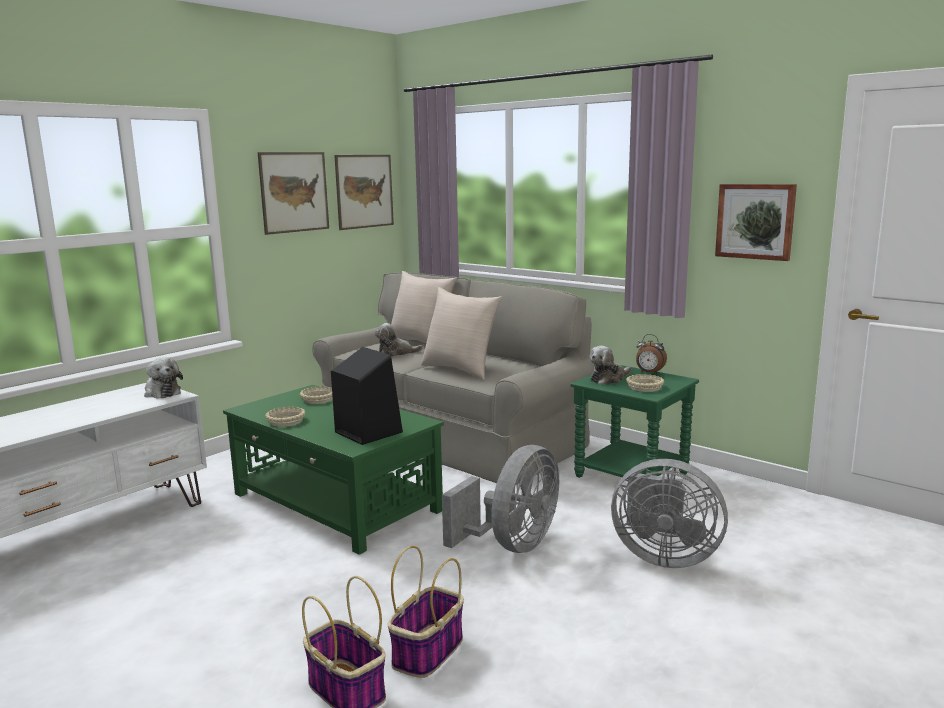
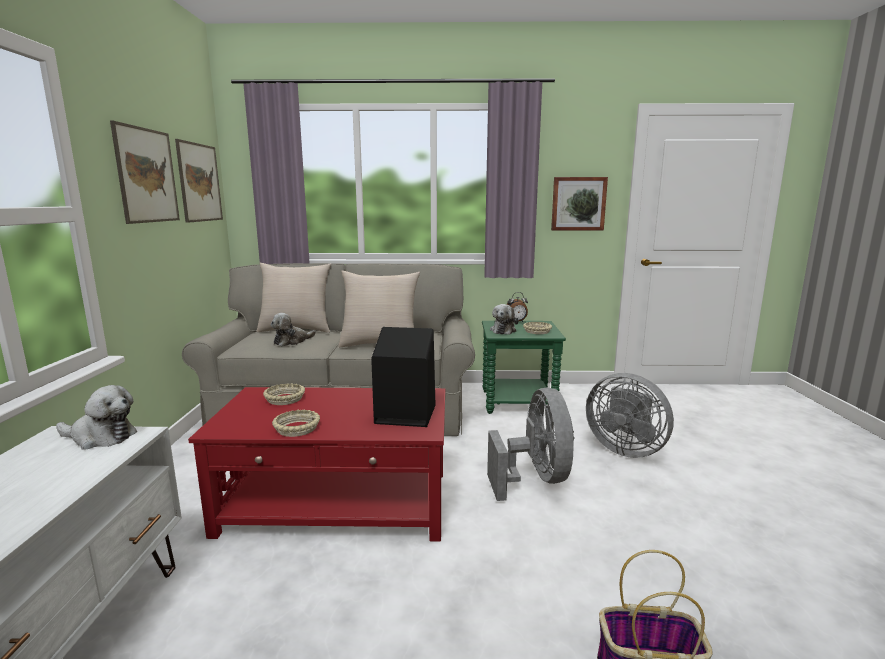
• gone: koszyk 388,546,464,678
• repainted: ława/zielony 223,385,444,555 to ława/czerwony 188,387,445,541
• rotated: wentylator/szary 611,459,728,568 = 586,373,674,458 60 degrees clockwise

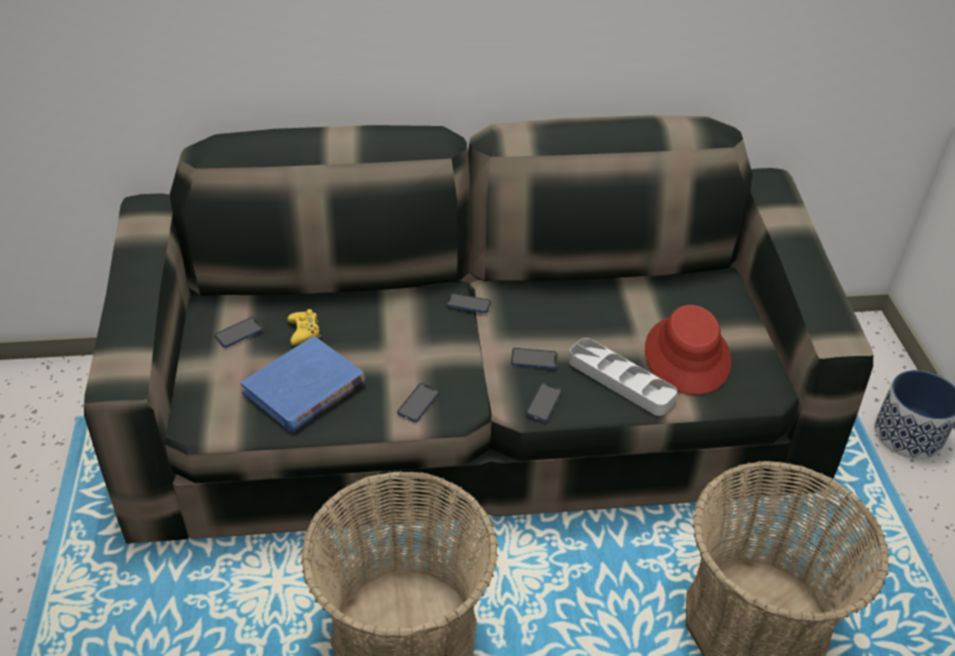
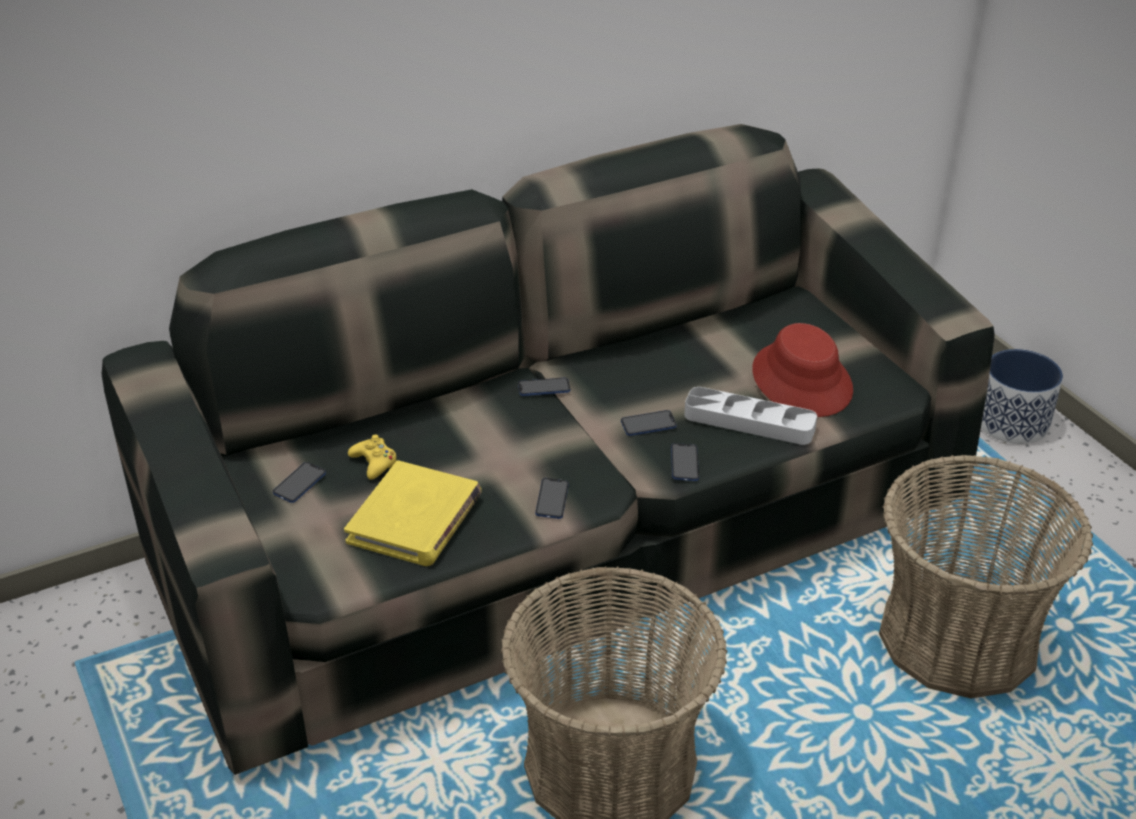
• repainted: książka/niebieski 241,336,366,432 to książka/żółty 344,460,482,566

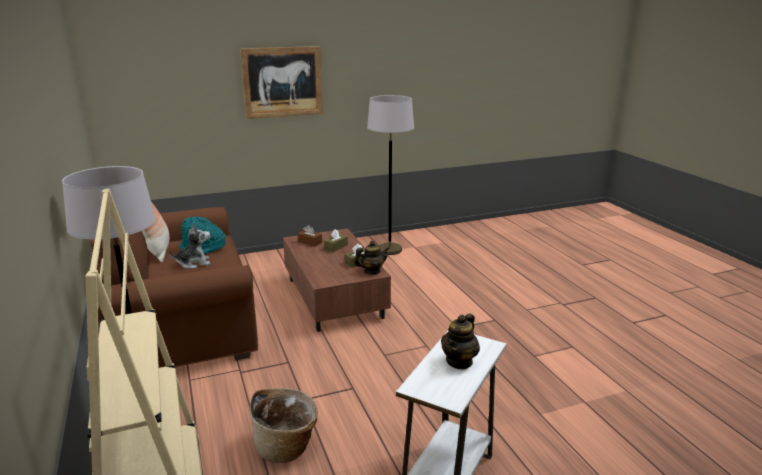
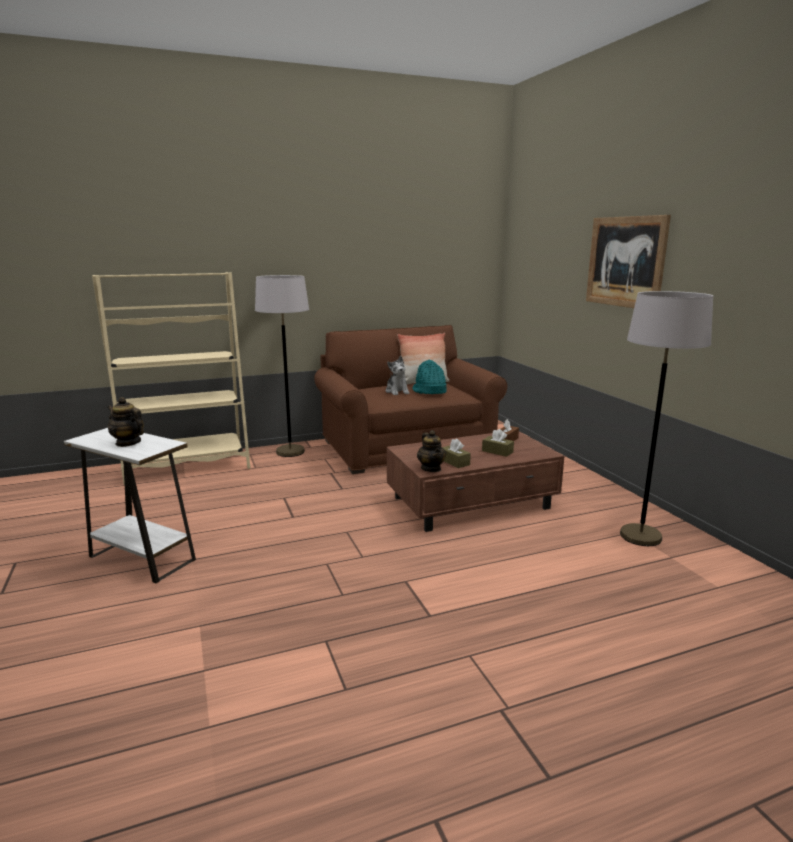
• gone: koszyk 249,388,318,463

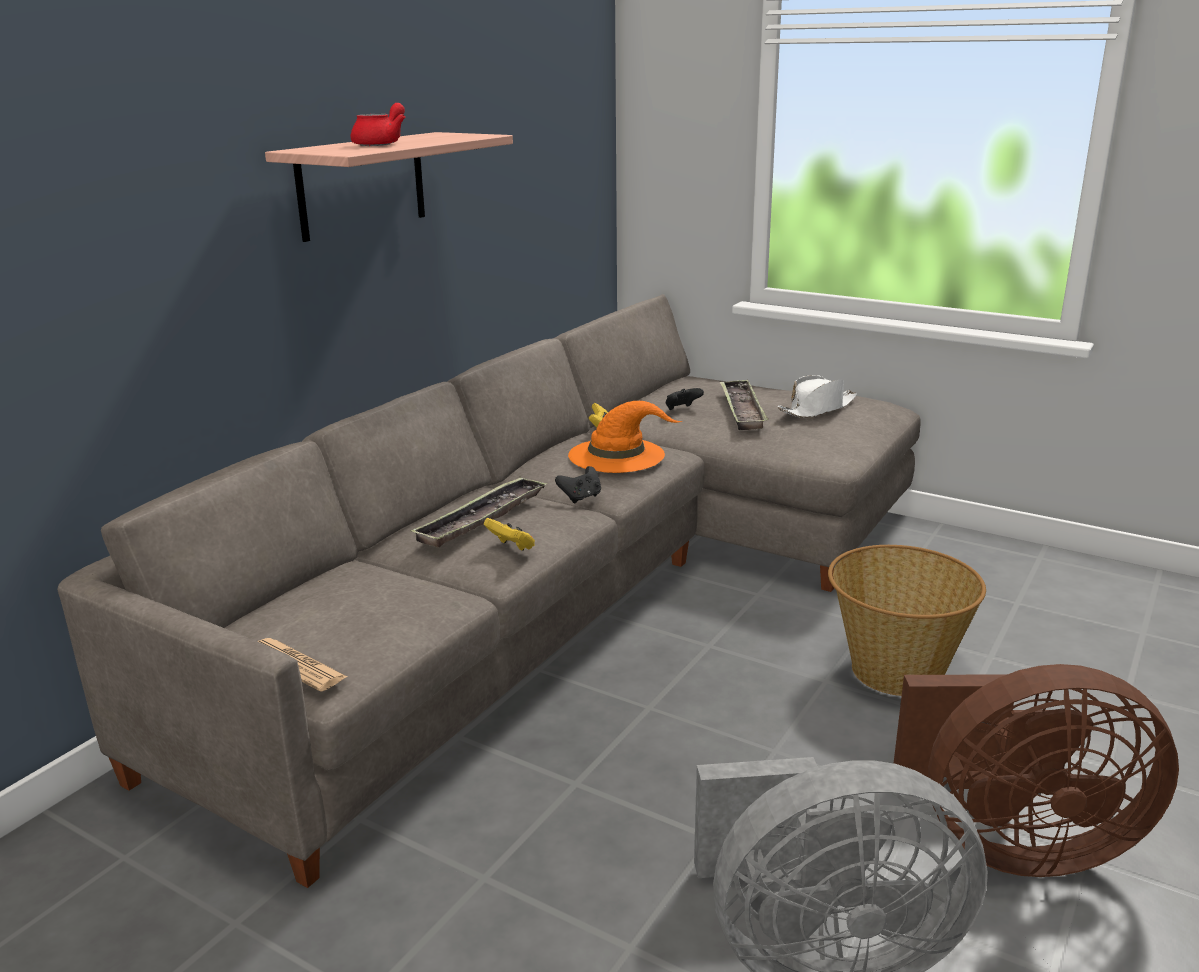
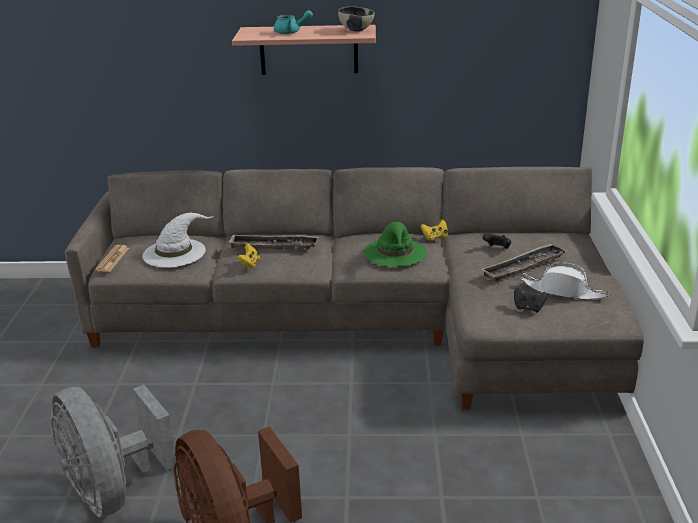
• gone: koszyk 828,545,986,696
• new: kapelusz/biały 142,213,213,267
• new: miska 338,6,375,32
• shifted: pad do gier/czarny 555,466,601,503 to 514,288,547,313
• repainted: imbryk/czerwony 351,103,405,146 to imbryk/turkusowy 274,10,313,34
• repainted: kapelusz/pomarańczowy 568,401,682,473 to kapelusz/zielony 364,222,427,267

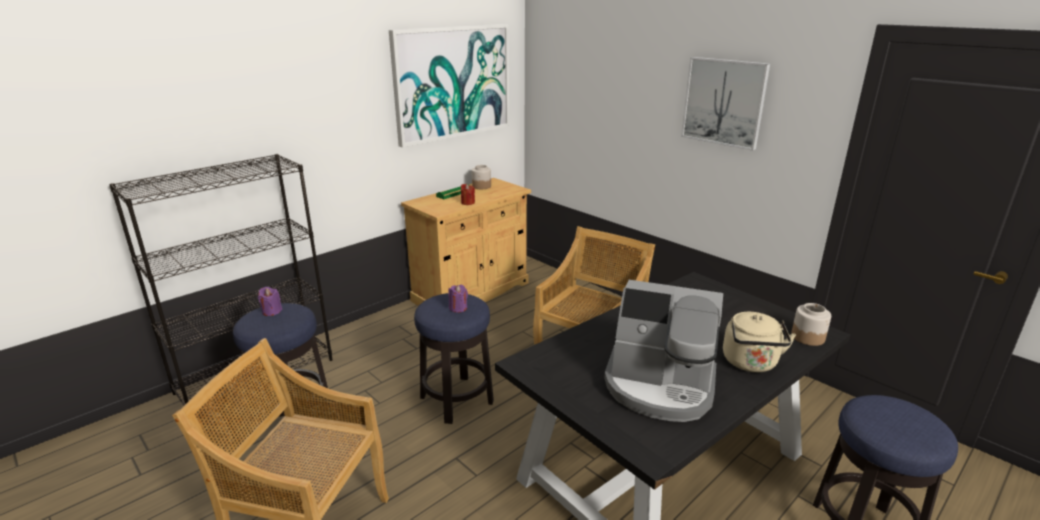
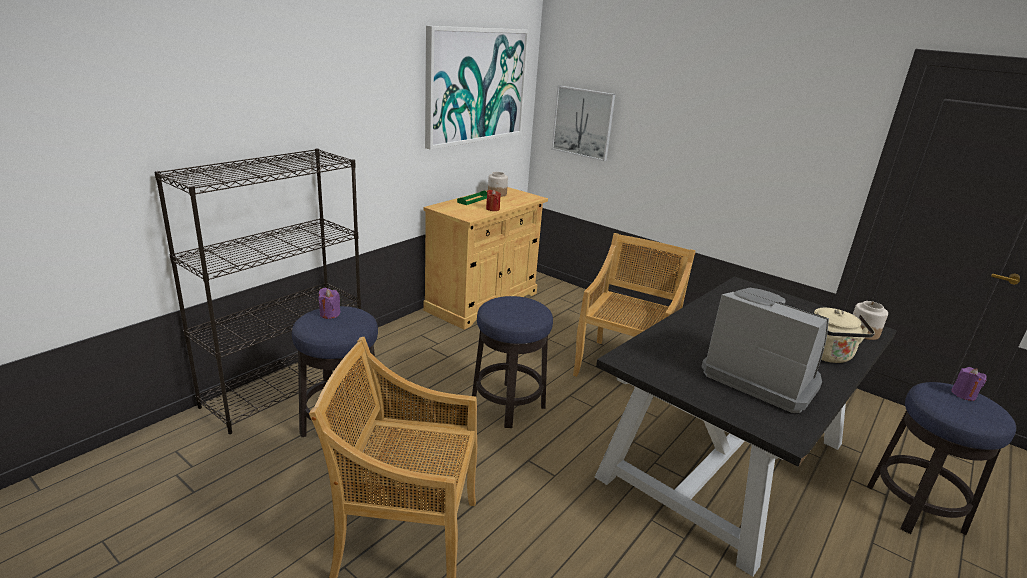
• shifted: świeca/fioletowy 448,285,468,313 to 951,367,987,401
• shifted: obraz 681,57,770,151 to 552,86,615,161
• rotated: ekspres do kawy 604,280,723,422 = 701,288,829,413 150 degrees counterclockwise

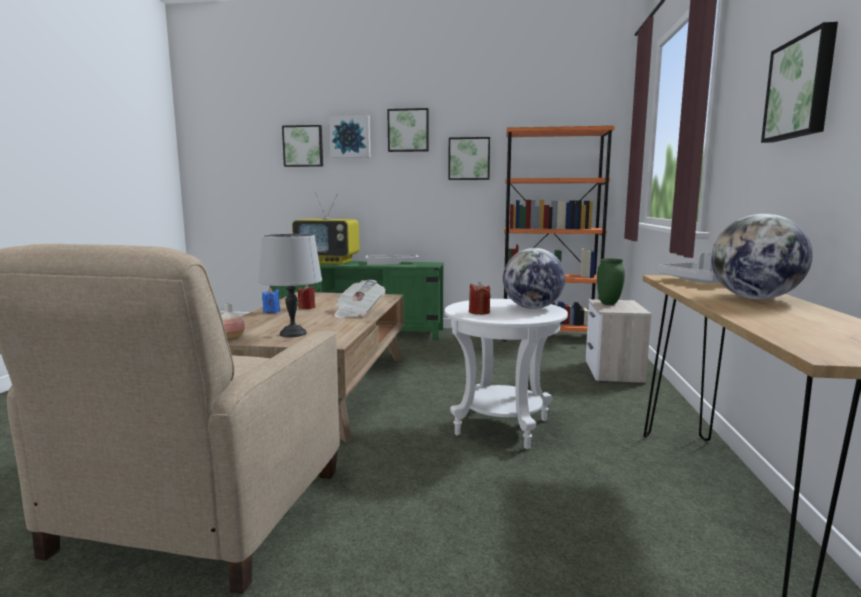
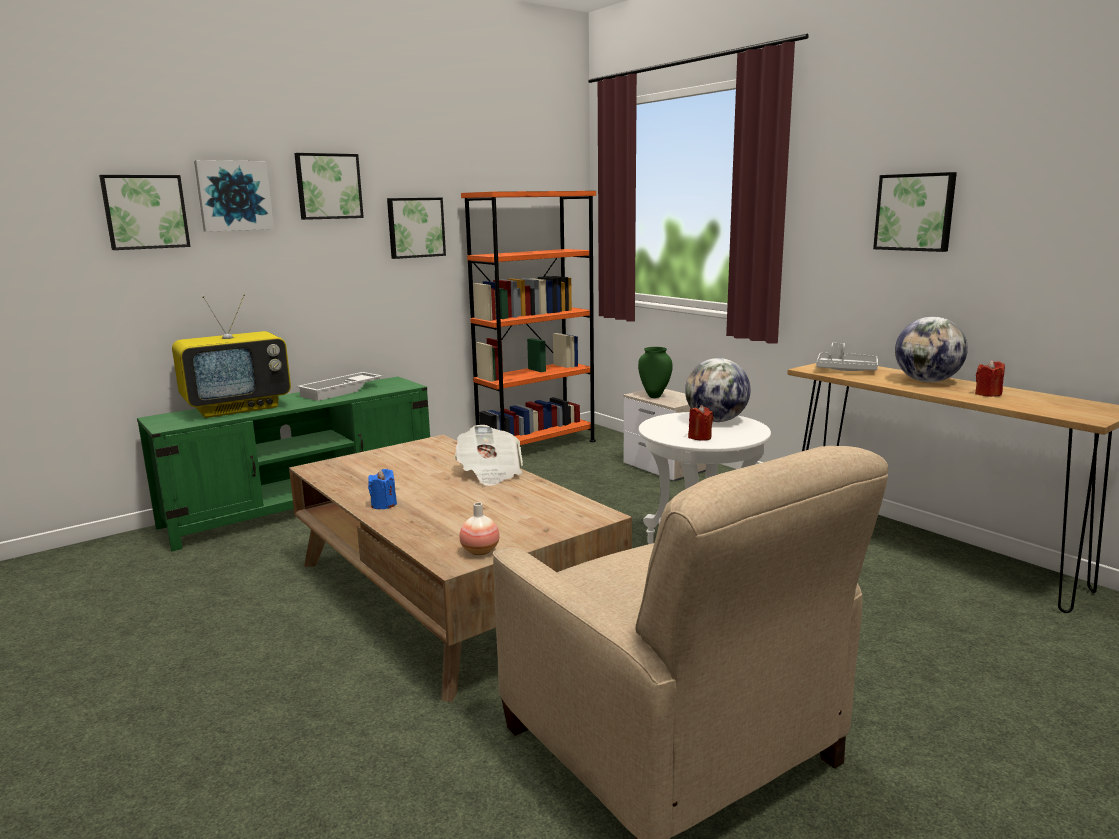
• gone: lampa stołowa/szary 258,234,322,337
• shifted: świeca/czerwony 298,285,315,309 to 975,360,1005,397

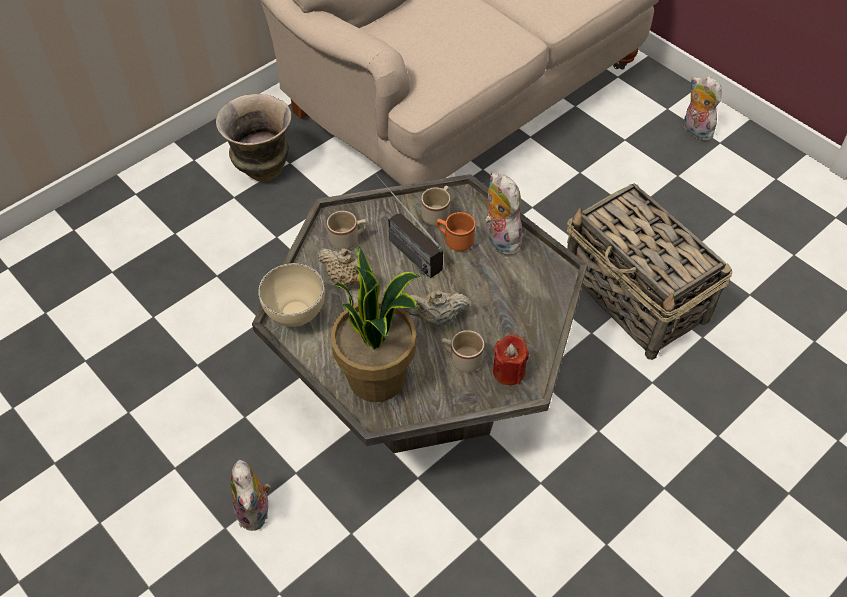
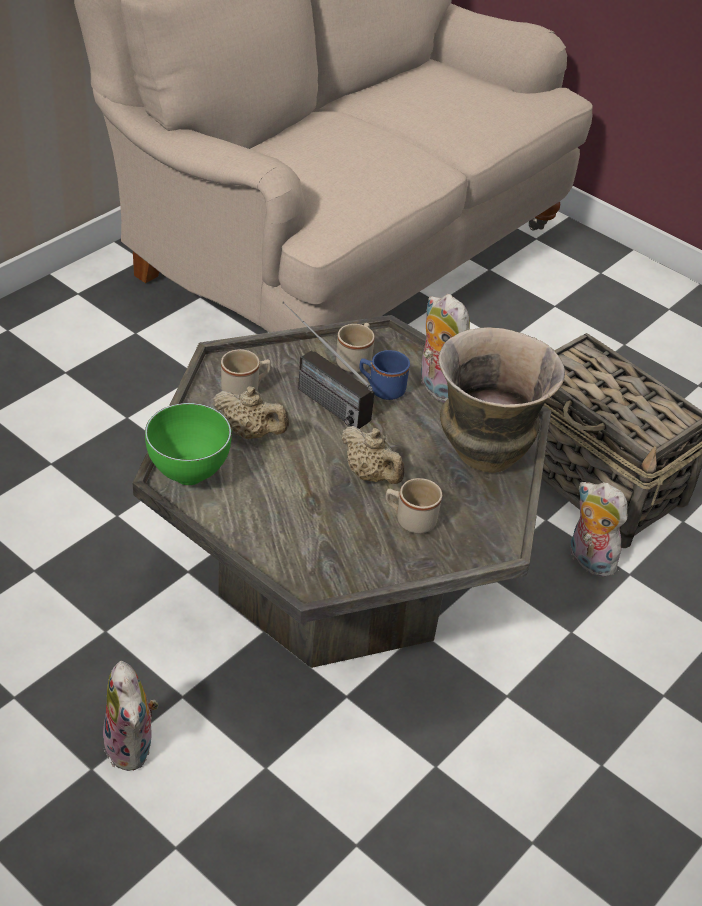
• gone: roślina doniczkowa 331,246,420,402
• gone: świeca/czerwony 493,334,529,385
• shifted: wazon 216,94,292,182 to 438,327,565,473
• shifted: pluszak 684,76,722,141 to 570,482,628,577
• repainted: miska/beżowy 258,263,325,327 to miska/zielony 145,403,232,485
• repainted: kubek/pomarańczowy 437,212,475,251 to kubek/niebieski 359,350,410,400
• rotated: imbryk/beżowy 403,290,470,327 = 341,426,404,484 120 degrees counterclockwise

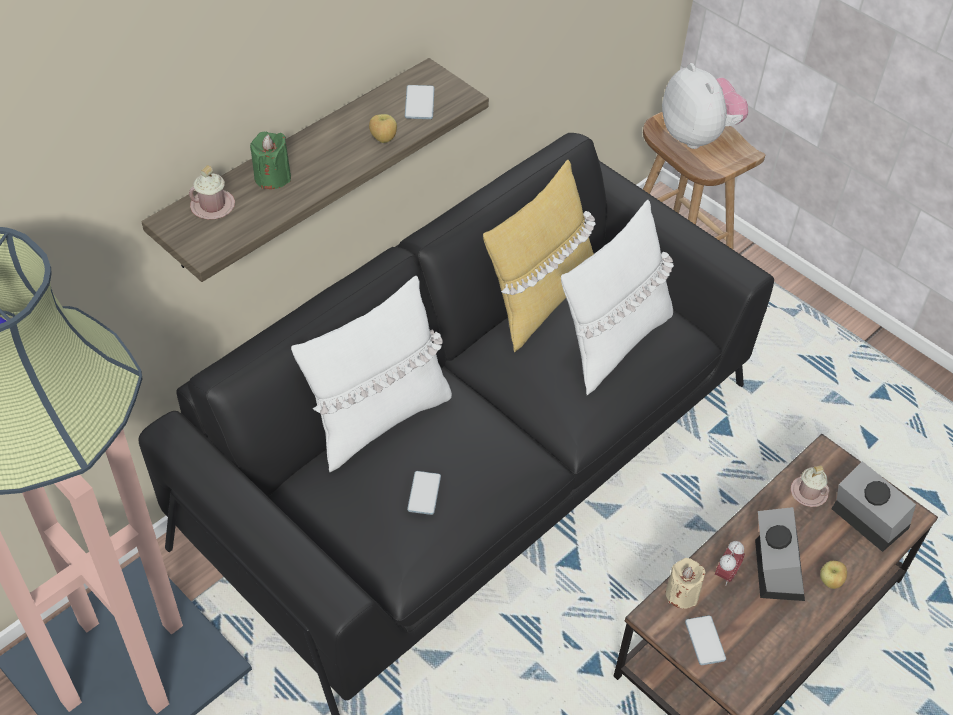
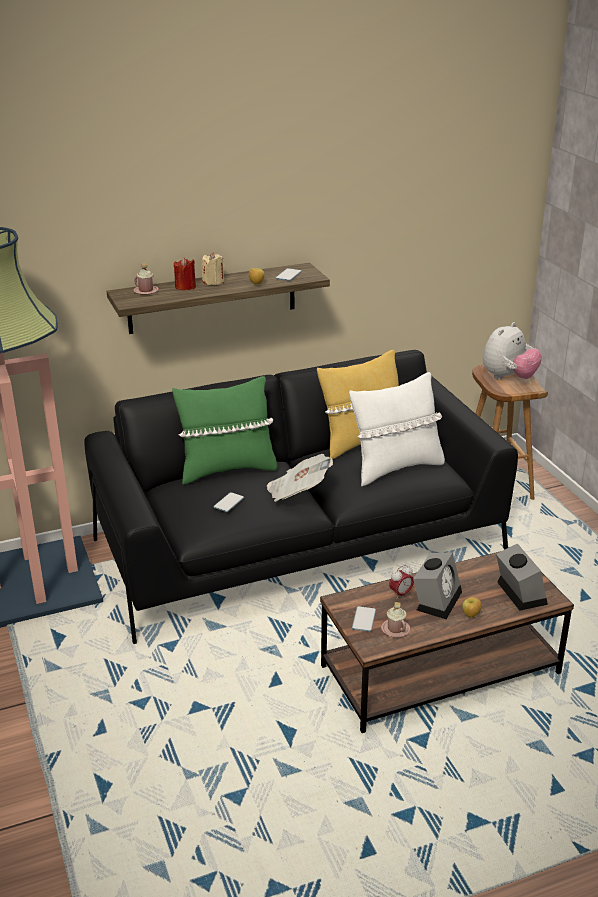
• new: gazeta 267,454,333,502
• shifted: świeca/beżowy 666,558,706,609 to 201,252,224,285
• shifted: kubek/różowy 791,465,830,507 to 381,602,410,637
• repainted: świeca/zielony 250,132,291,189 to świeca/czerwony 174,257,196,290
• repainted: poduszka/biały 291,276,452,472 to poduszka/zielony 172,376,277,484
• rotated: pluszak 662,63,748,149 = 483,322,542,380 45 degrees clockwise

